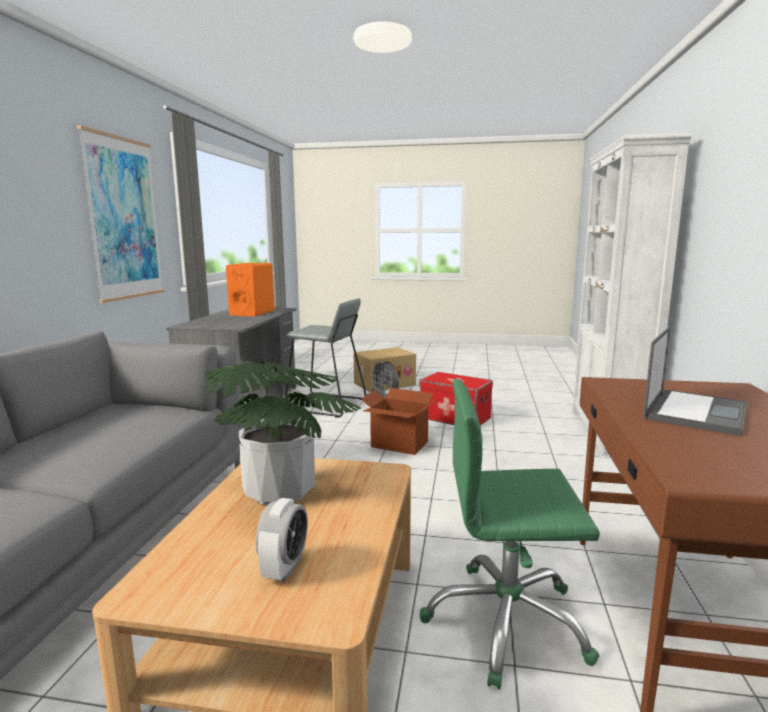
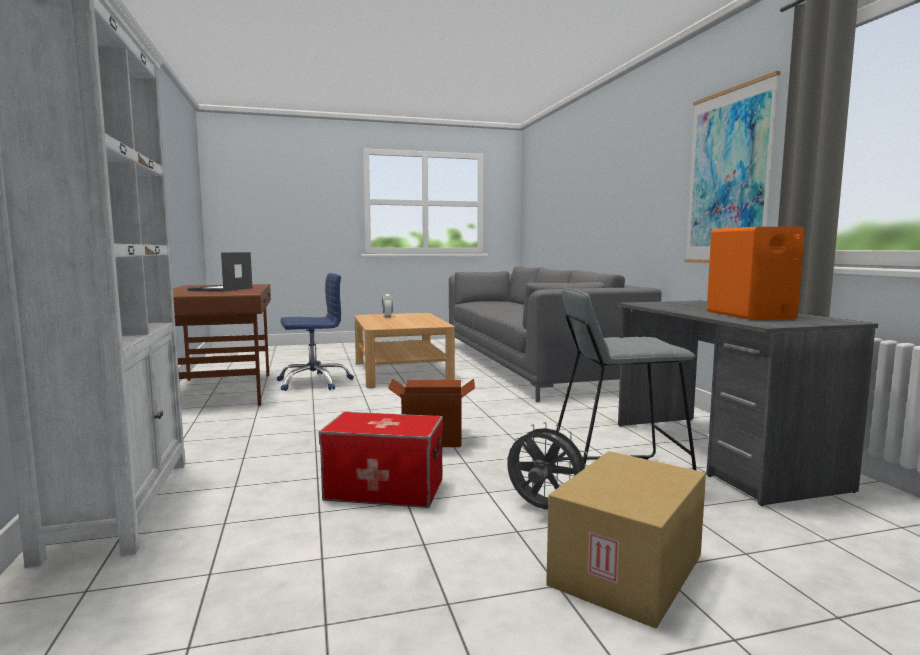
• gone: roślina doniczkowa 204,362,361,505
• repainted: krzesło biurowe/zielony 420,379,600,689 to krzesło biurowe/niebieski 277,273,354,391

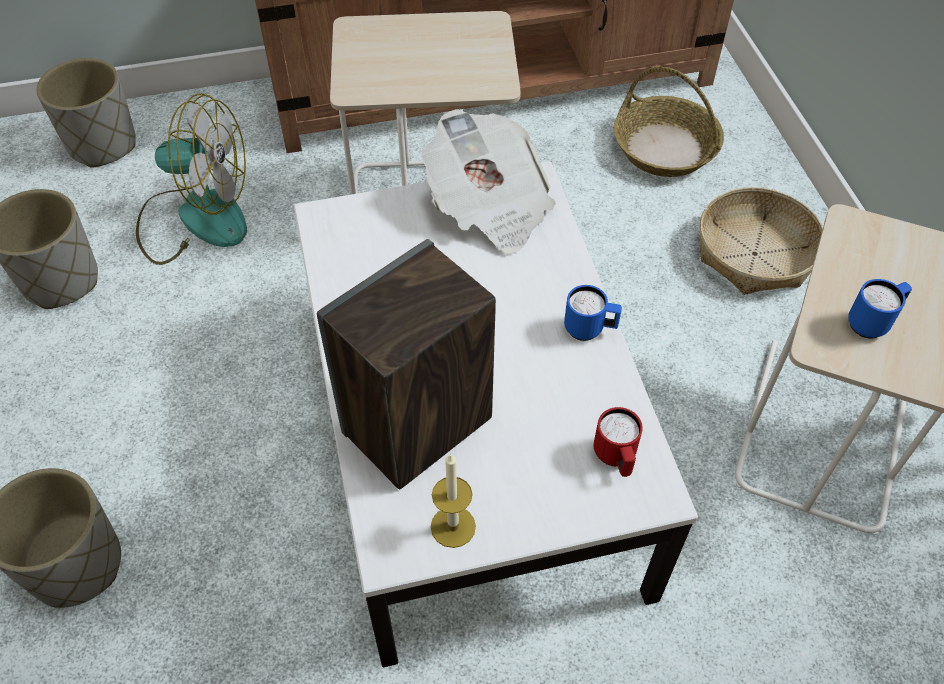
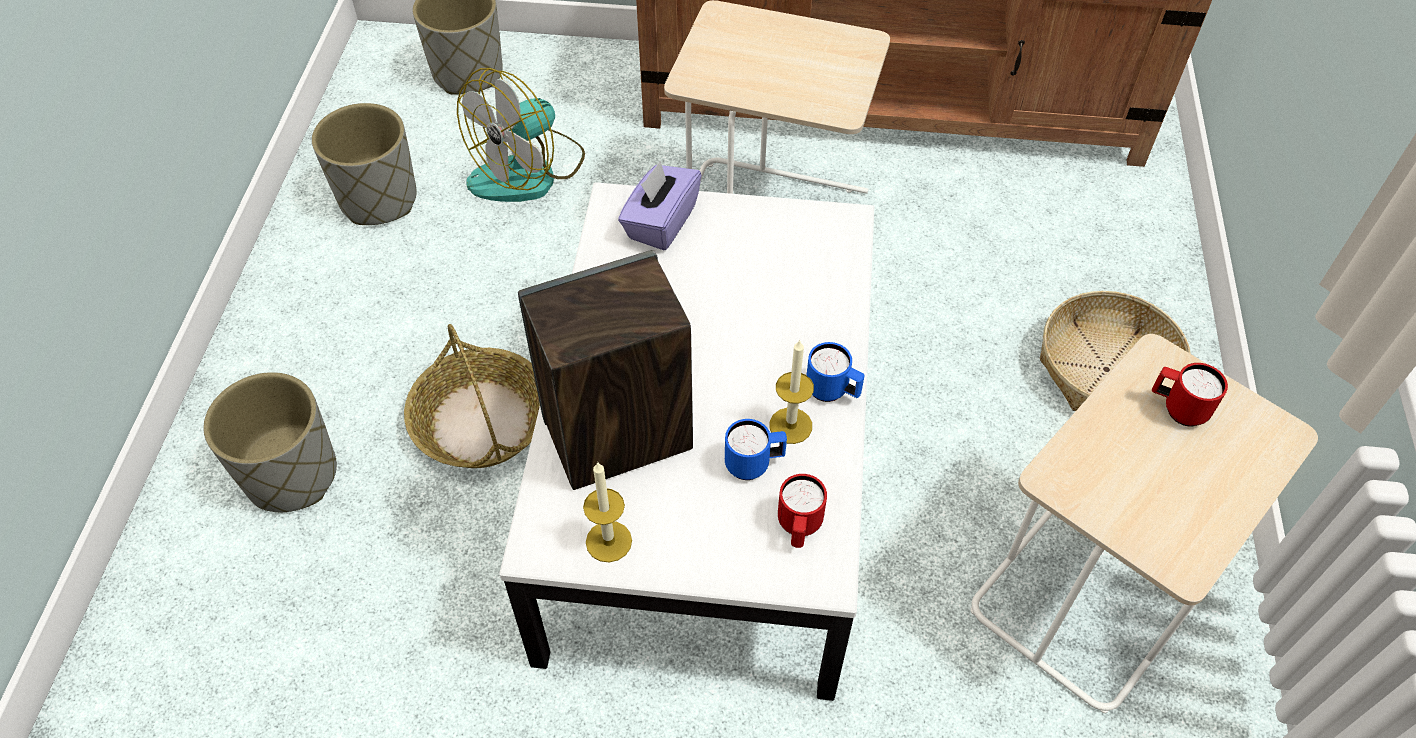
• gone: gazeta 422,109,556,254
• new: pudełko chusteczek/fioletowy 618,161,702,250
• new: świeca 769,339,814,444
• new: kubek/czerwony 1152,363,1228,426
• shifted: koszyk 614,67,724,177 to 404,324,540,468
• shifted: kubek/niebieski 848,279,912,339 to 725,419,787,480
• rotated: wentylator 136,93,247,265 = 457,68,585,202 105 degrees clockwise

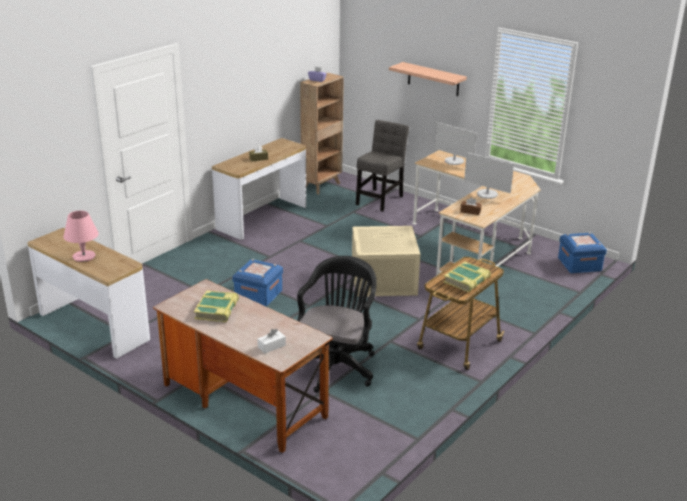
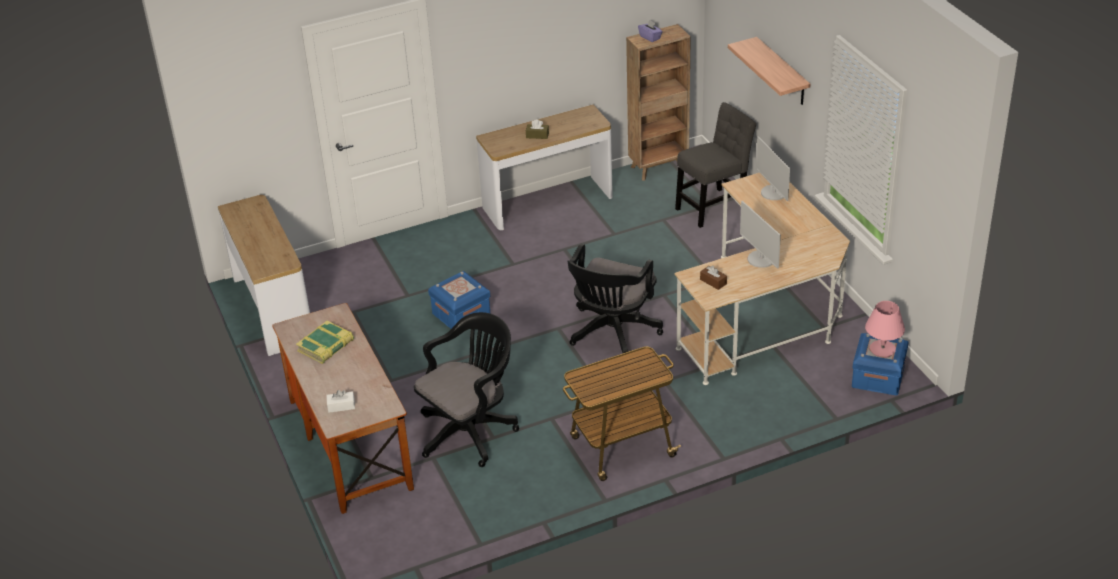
• gone: książka 444,262,491,292
• shifted: lampa stołowa/różowy 63,211,99,262 to 865,301,905,357
• swapped: pojemnik do przechowywania/beżowy 352,226,420,297 to krzesło biurowe/czarny 567,244,663,353

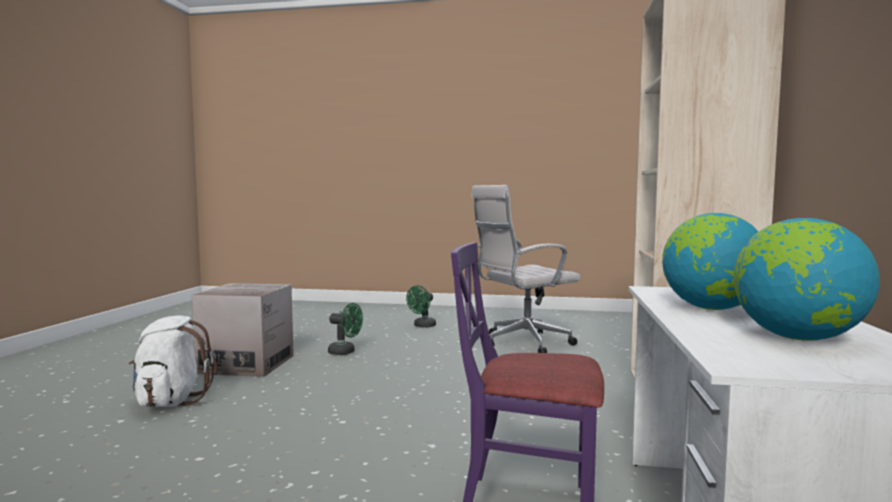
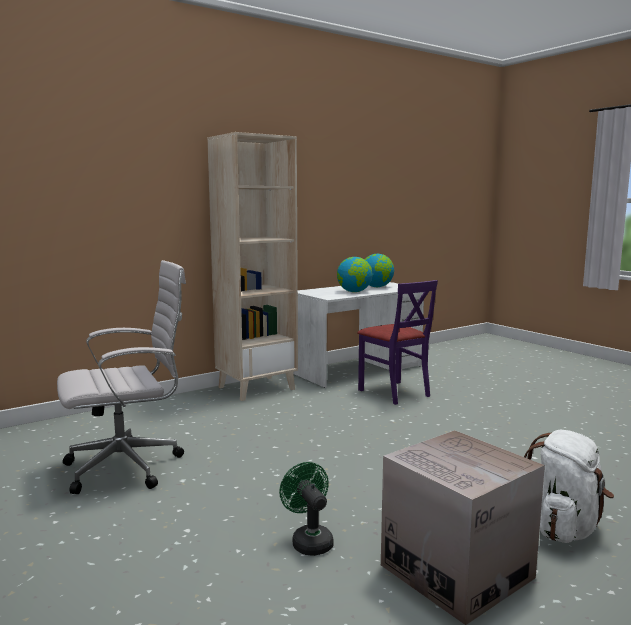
• gone: wentylator/zielony 406,285,436,328
• rotated: krzesło biurowe/biały 471,185,581,353 = 57,260,186,494 45 degrees counterclockwise

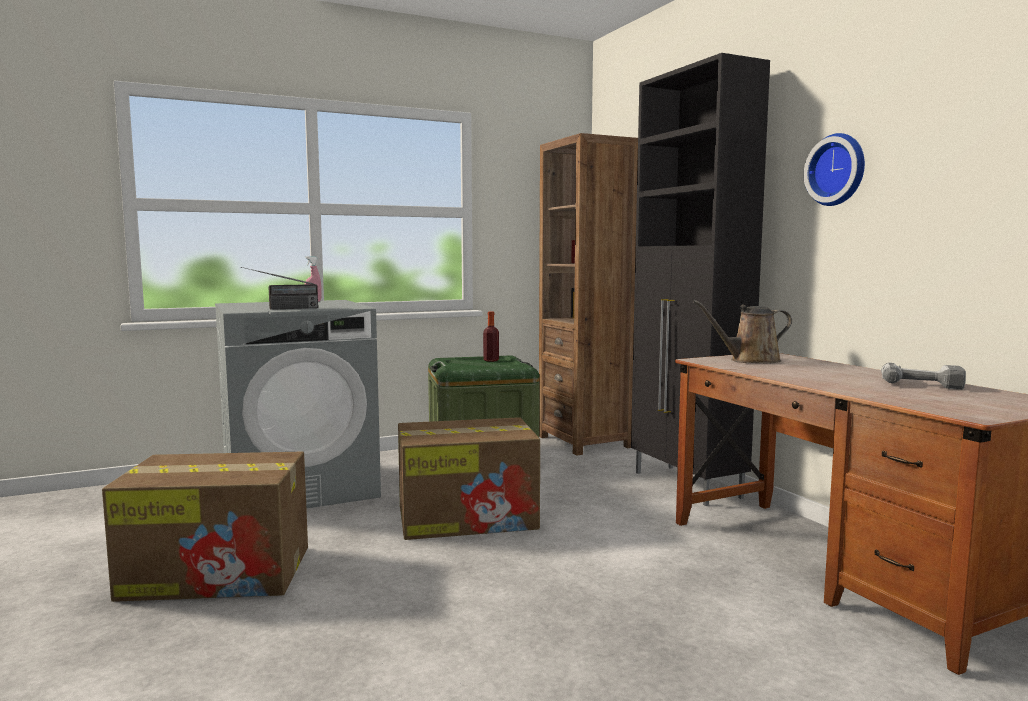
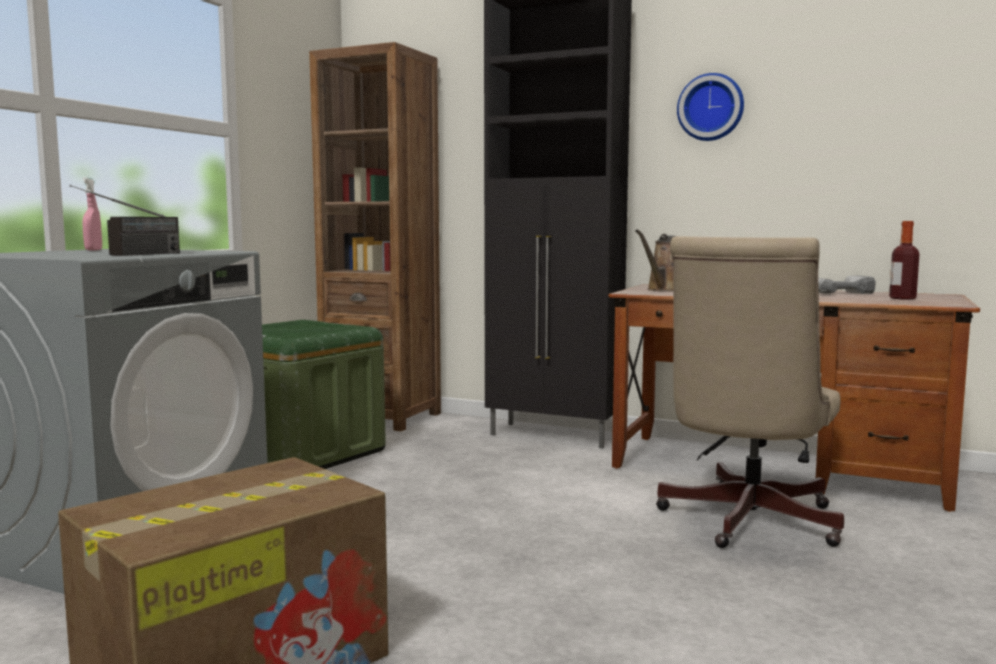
• gone: karton 398,417,540,540
• new: krzesło biurowe/beżowy 656,236,844,548
• shifted: butelka 483,311,499,362 to 889,221,919,300

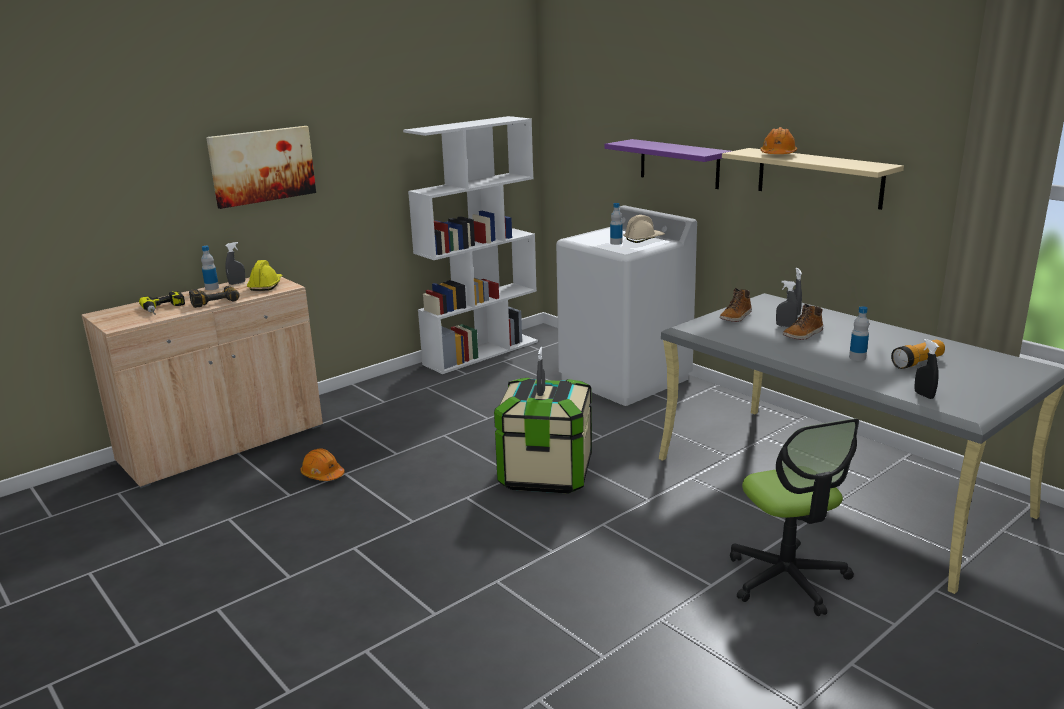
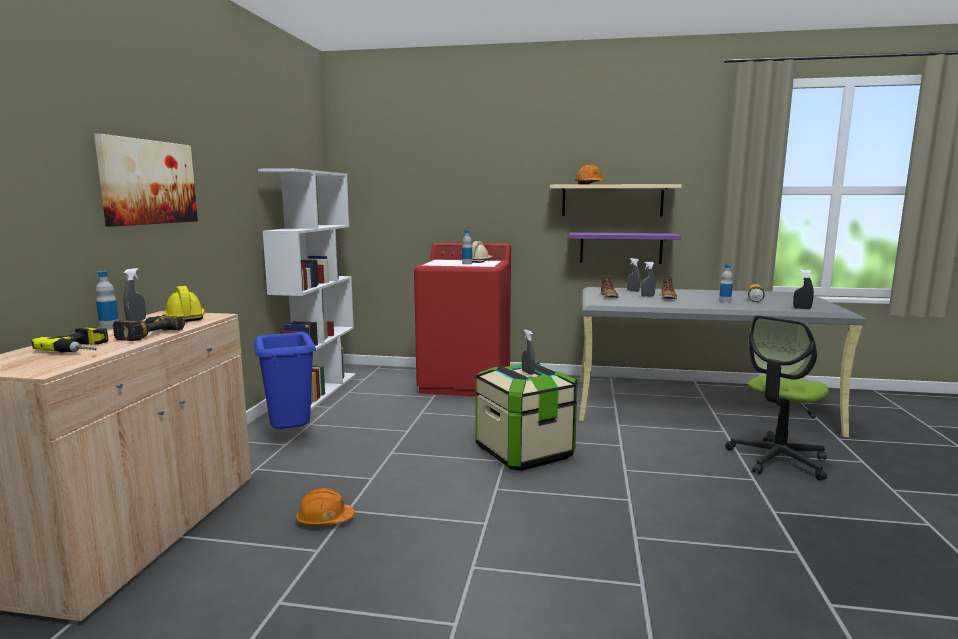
• new: kosz na śmieci/niebieski 254,332,316,437
• shifted: półka/fioletowy 604,139,731,189 to 569,232,681,264
• repainted: pralka/biały 556,206,697,406 to pralka/czerwony 414,243,511,397
• rotated: krzesło biurowe 730,418,859,616 = 725,315,829,480 105 degrees clockwise

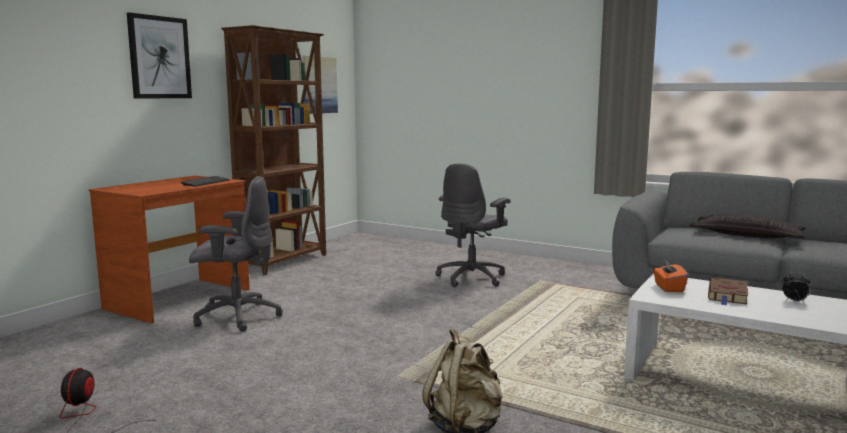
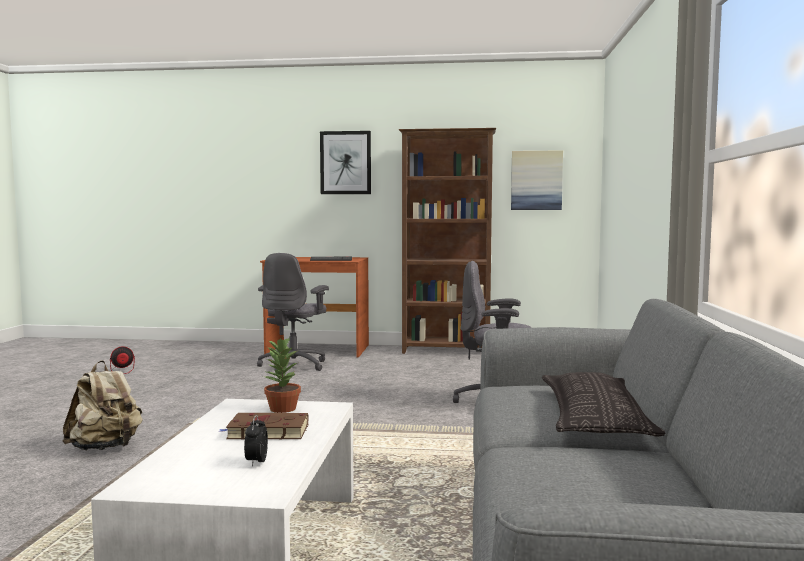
• swapped: pudełko chusteczek/pomarańczowy 653,259,688,292 to roślina doniczkowa 263,337,301,413
• rotated: krzesło biurowe/szary 189,176,283,332 = 257,253,329,371 45 degrees clockwise

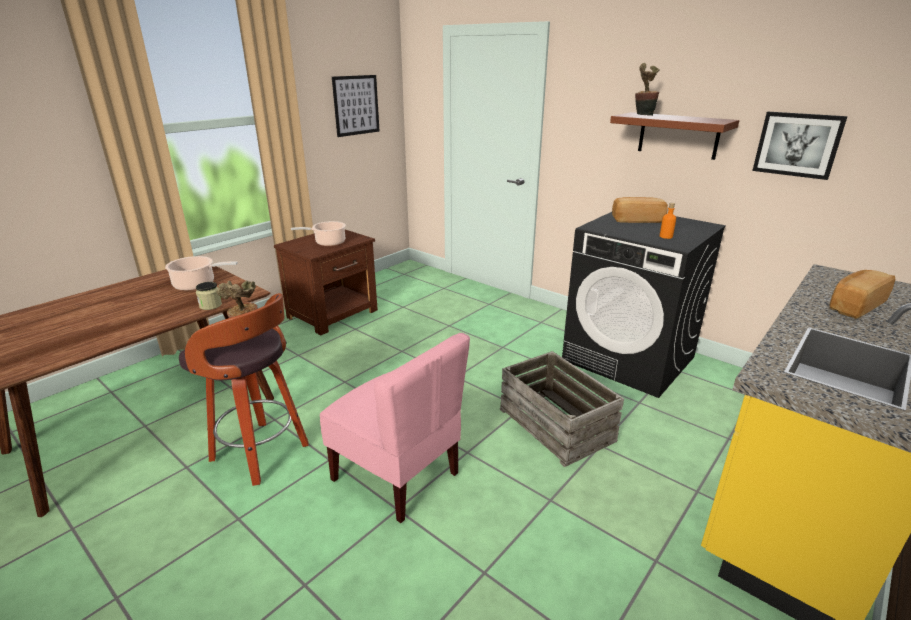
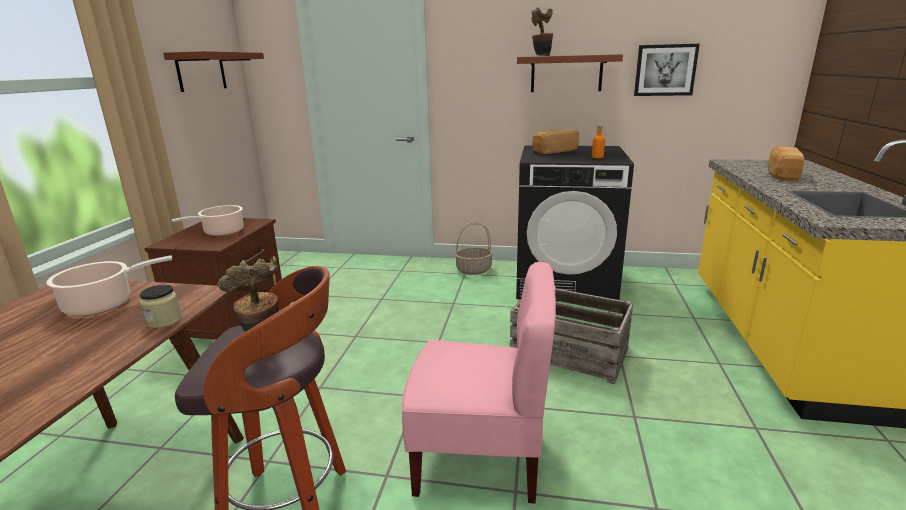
• new: koszyk 455,222,493,275
• swapped: obraz 332,75,380,137 to półka/brązowy 163,51,264,92

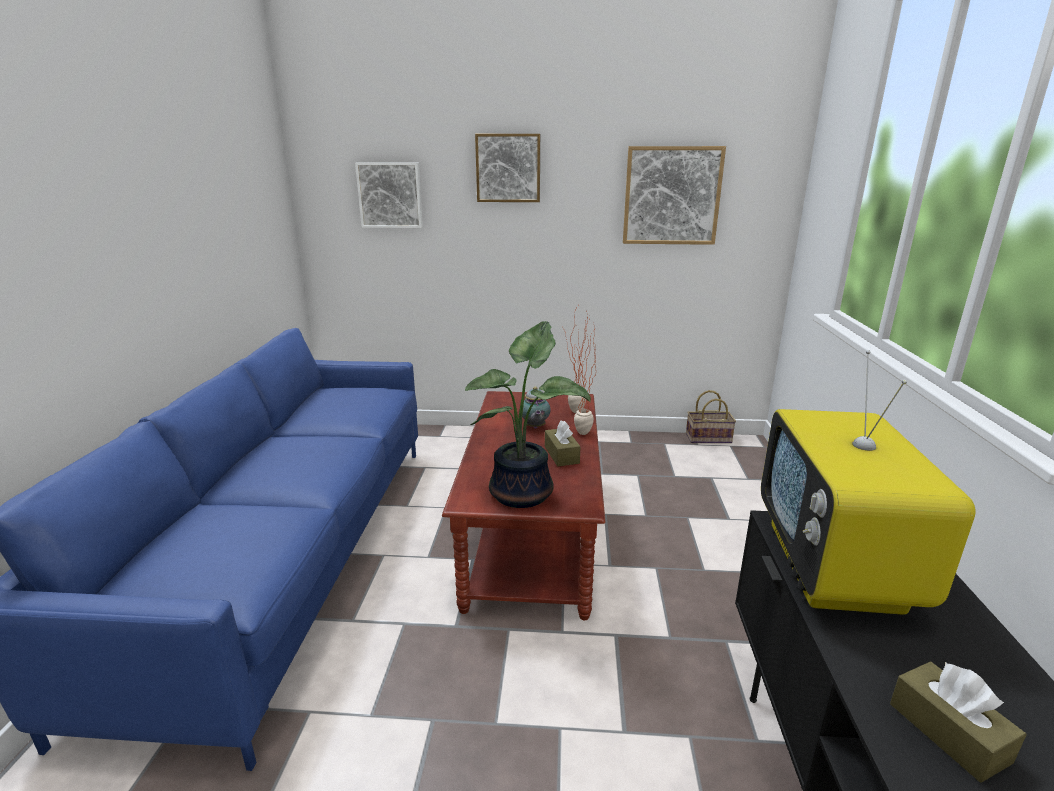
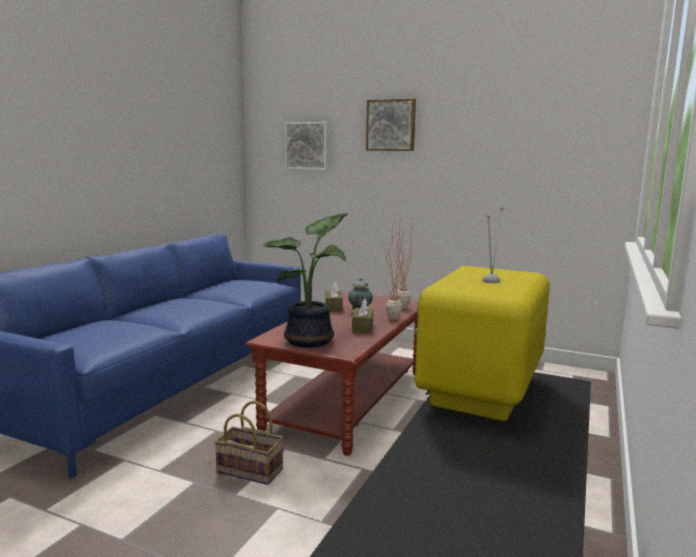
• gone: obraz 623,146,726,245
• shifted: koszyk 686,390,736,443 to 214,401,284,485
• shifted: pudełko chusteczek/brązowy 890,662,1027,783 to 326,282,343,312

